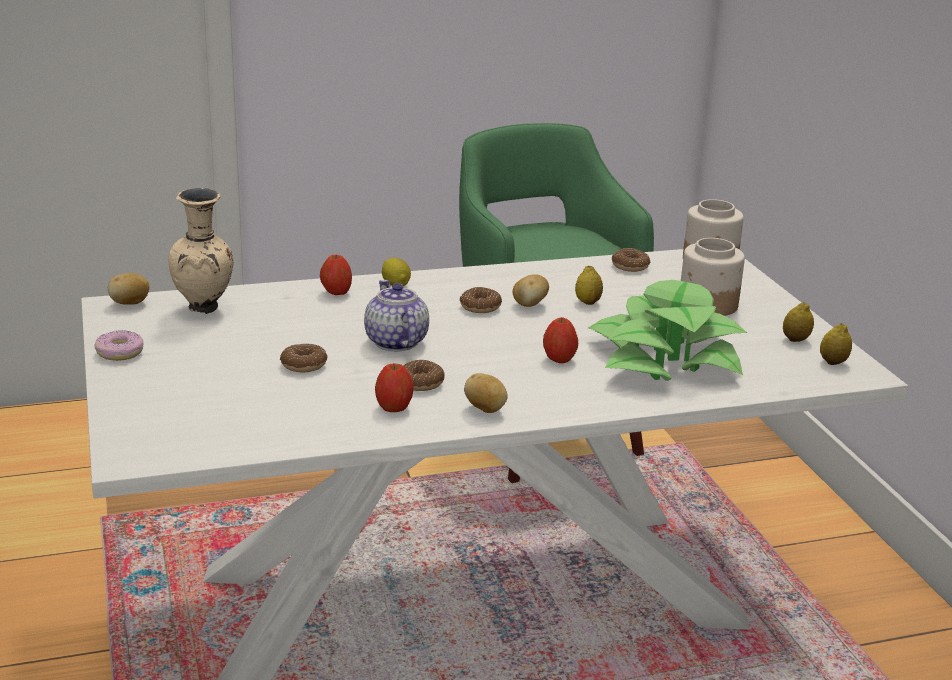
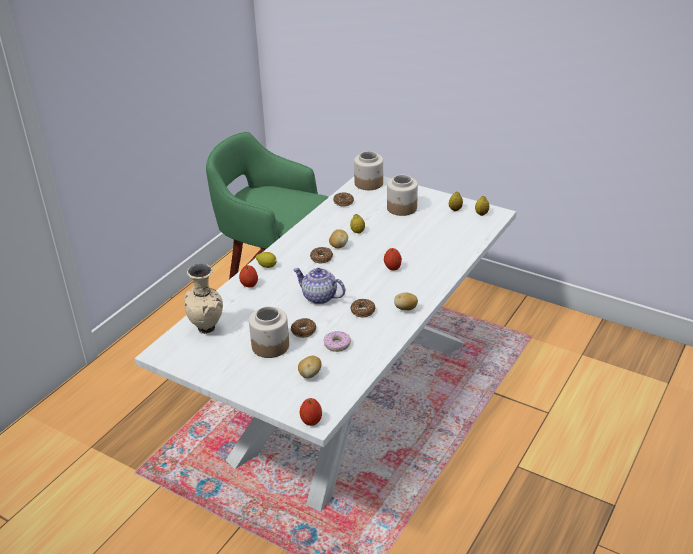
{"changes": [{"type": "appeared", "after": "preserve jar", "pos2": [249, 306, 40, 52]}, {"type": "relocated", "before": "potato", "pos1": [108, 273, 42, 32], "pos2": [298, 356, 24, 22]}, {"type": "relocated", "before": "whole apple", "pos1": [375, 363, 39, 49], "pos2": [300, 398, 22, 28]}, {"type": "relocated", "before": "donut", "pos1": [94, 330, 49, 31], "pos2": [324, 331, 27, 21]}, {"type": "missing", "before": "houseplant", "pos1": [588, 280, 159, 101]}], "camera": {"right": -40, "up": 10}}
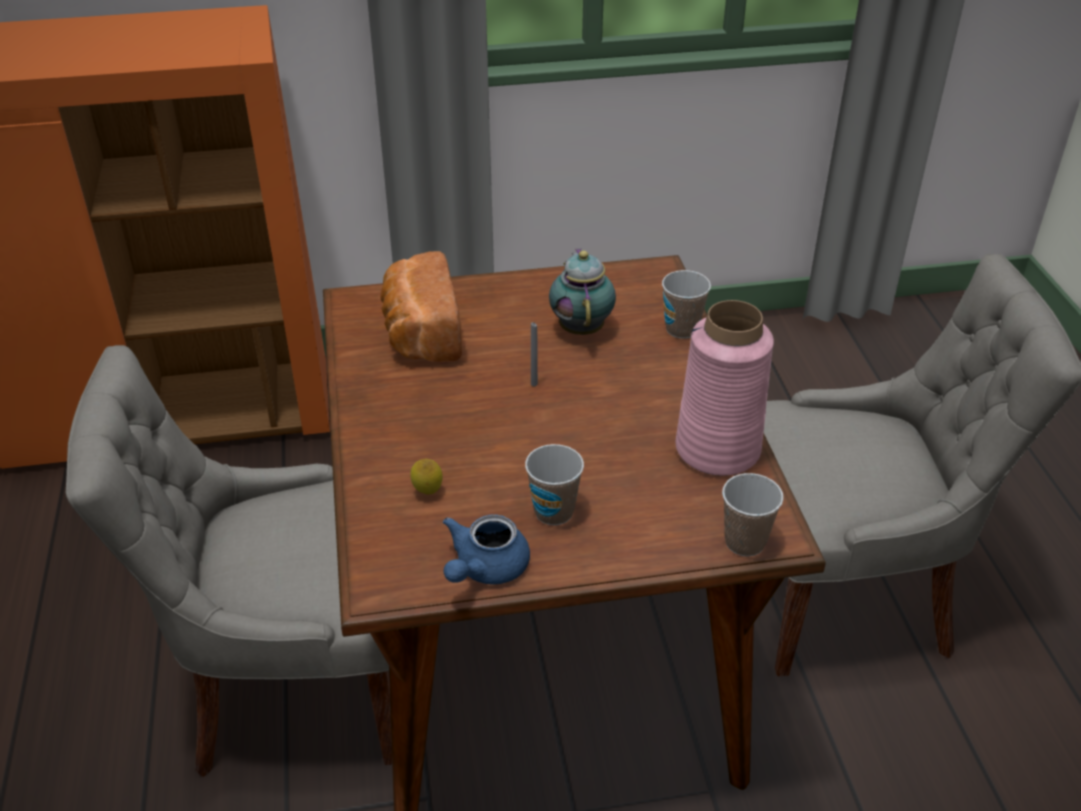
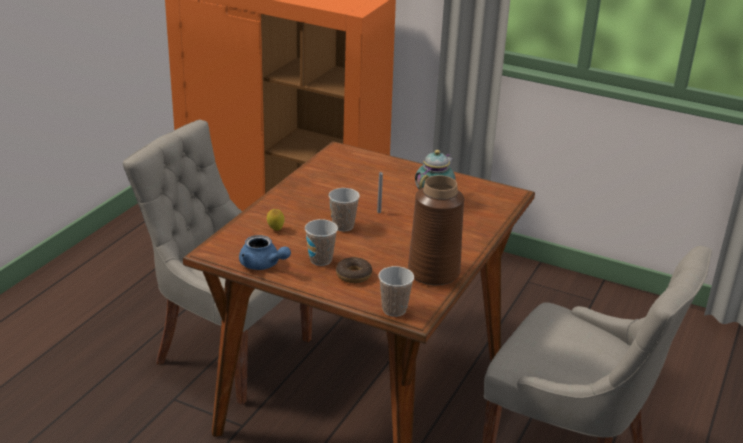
{"changes": [{"type": "spun", "before": "blue-coloured tea pot", "pos1": [443, 514, 87, 71], "pos2": [239, 235, 52, 35], "turn": -120}, {"type": "relocated", "before": "drinking cup", "pos1": [662, 270, 49, 69], "pos2": [328, 188, 32, 43]}, {"type": "appeared", "after": "donut", "pos2": [336, 257, 36, 26]}, {"type": "colour", "before": "pink flower vase", "after": "brown flower vase", "pos1": [676, 300, 98, 176], "pos2": [408, 175, 56, 110]}, {"type": "missing", "before": "bakery bread", "pos1": [380, 251, 82, 111]}], "camera": {"right": 35, "up": -10}}
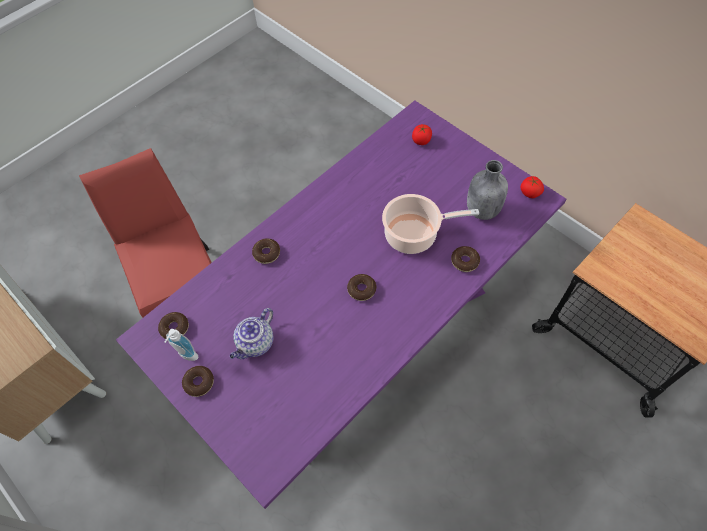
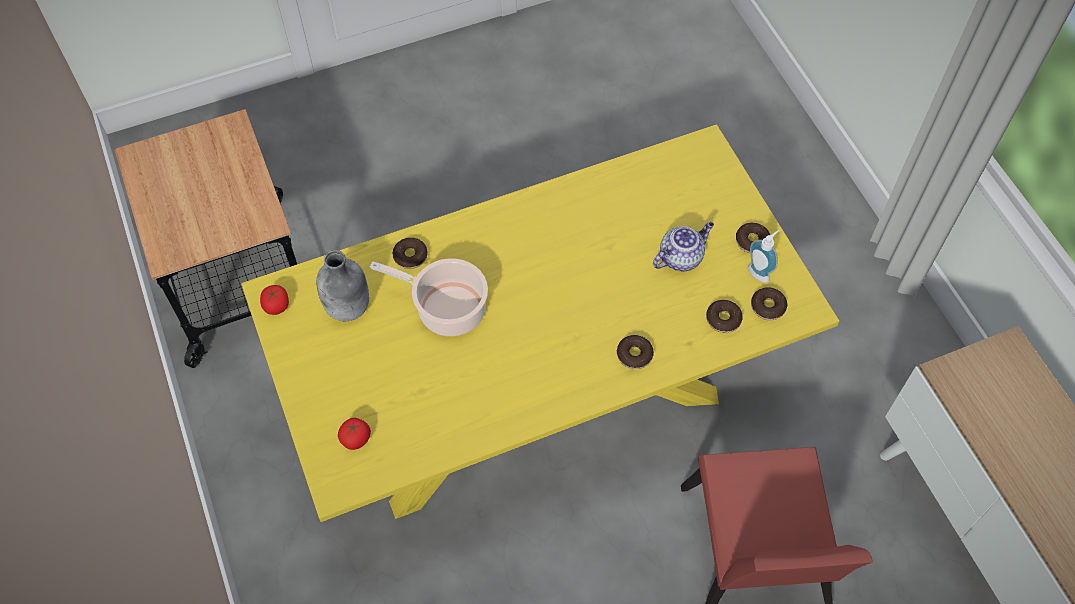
{"changes": [{"type": "colour", "before": "purplish dinner table", "after": "yellow dinner table", "pos1": [116, 100, 450, 409], "pos2": [241, 124, 598, 398]}, {"type": "relocated", "before": "donut", "pos1": [347, 274, 29, 27], "pos2": [706, 300, 37, 33]}], "camera": {"right": -160, "up": 0}}
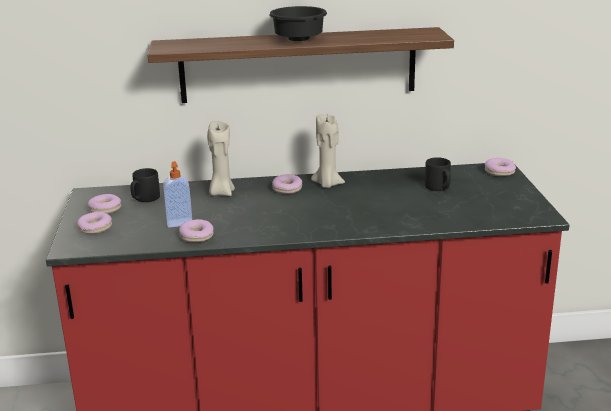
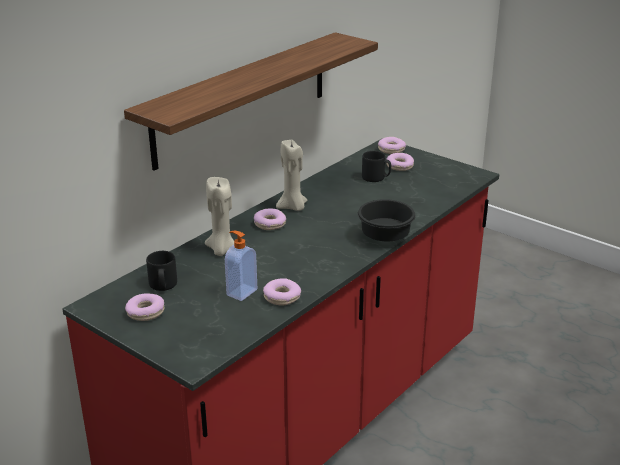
{"changes": [{"type": "relocated", "before": "black-coloured deep dish", "pos1": [269, 6, 58, 35], "pos2": [358, 199, 57, 42]}, {"type": "relocated", "before": "donut", "pos1": [77, 212, 35, 22], "pos2": [386, 153, 28, 18]}], "camera": {"right": -45, "up": 5}}
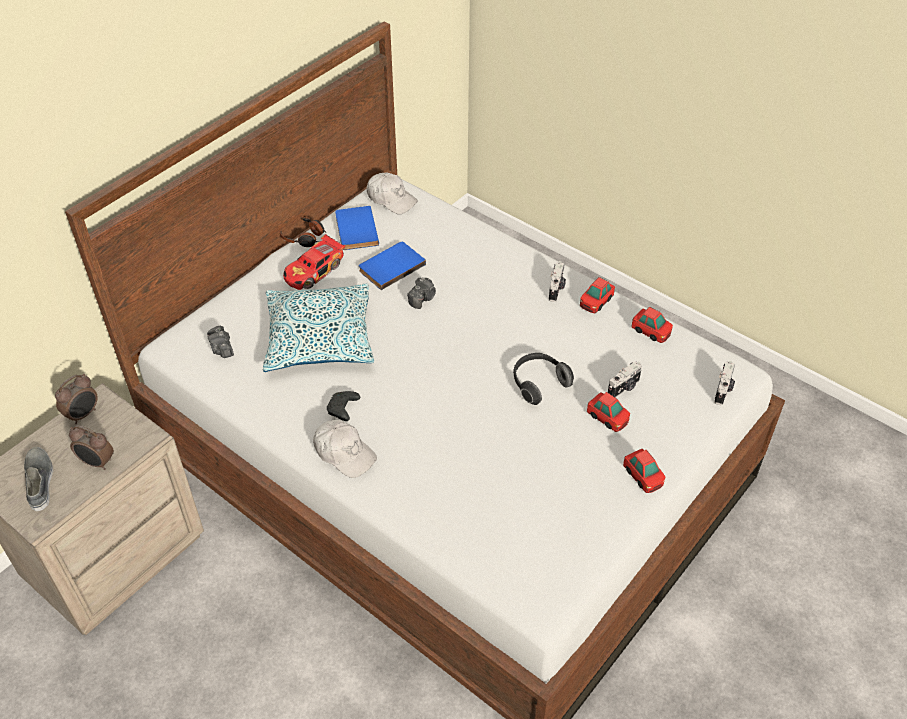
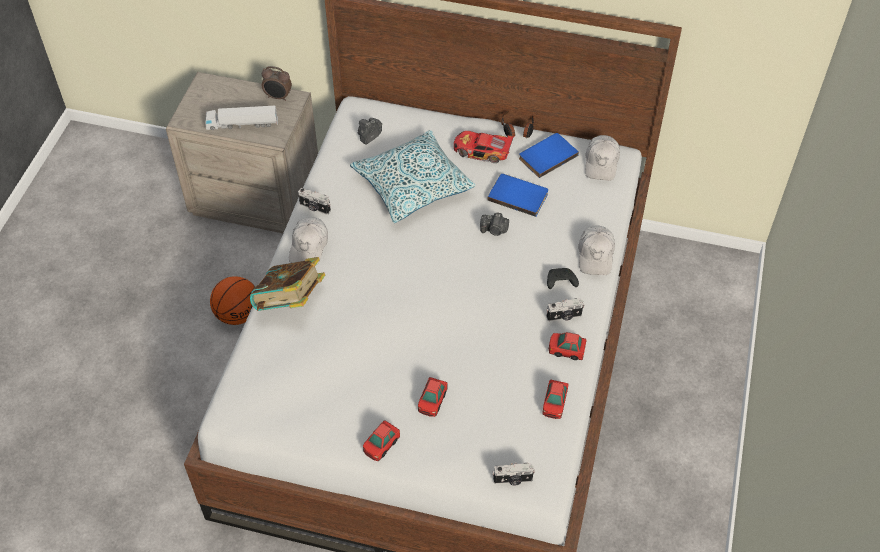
{"changes": [{"type": "exchanged", "before": "table clock", "after": "model truck", "pos1": [69, 425, 45, 45], "pos2": [205, 105, 73, 25]}, {"type": "appeared", "after": "basketball ball", "pos2": [210, 276, 45, 49]}, {"type": "appeared", "after": "volume", "pos2": [250, 257, 75, 54]}, {"type": "relocated", "before": "photo camera", "pos1": [608, 361, 34, 37], "pos2": [298, 188, 33, 27]}, {"type": "relocated", "before": "black-coloured joypad", "pos1": [327, 391, 33, 30], "pos2": [547, 268, 32, 21]}, {"type": "appeared", "after": "whitish cap", "pos2": [578, 225, 37, 50]}, {"type": "missing", "before": "greyish item of footwear", "pos1": [24, 447, 29, 64]}, {"type": "missing", "before": "headset", "pos1": [513, 353, 61, 52]}], "camera": {"right": 65, "up": 5}}
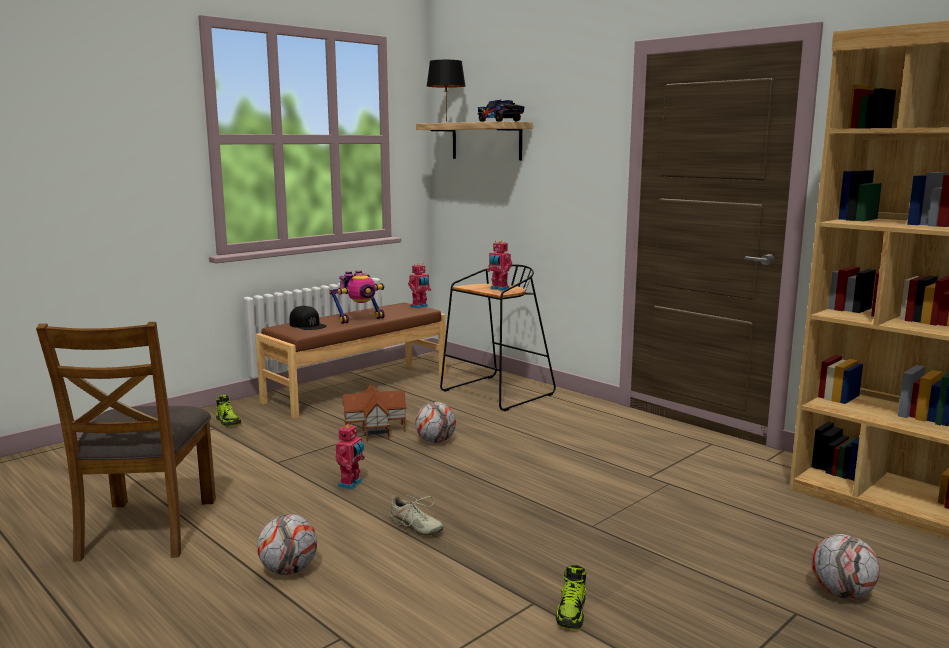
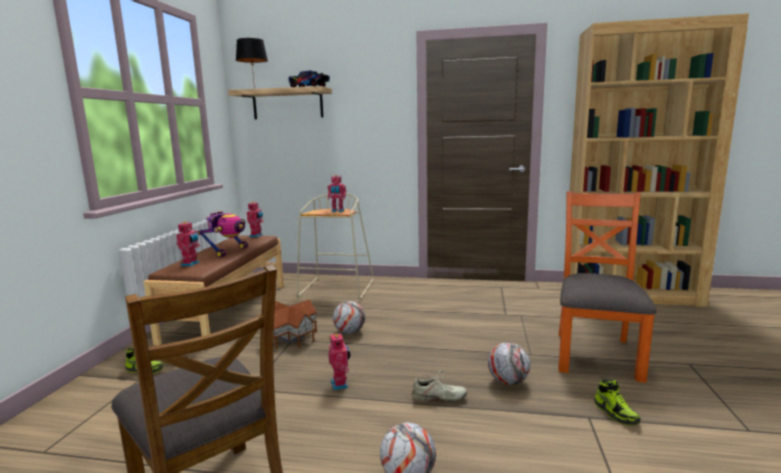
{"changes": [{"type": "exchanged", "before": "black-coloured cap", "after": "robot figure", "pos1": [290, 306, 37, 24], "pos2": [176, 221, 24, 45]}, {"type": "colour", "before": "black-coloured sitting stool", "after": "beige-coloured sitting stool", "pos1": [440, 264, 116, 147], "pos2": [297, 193, 76, 106]}, {"type": "relocated", "before": "football", "pos1": [811, 534, 69, 65], "pos2": [488, 342, 42, 43]}, {"type": "appeared", "after": "orange plain chair", "pos2": [558, 191, 99, 192]}], "camera": {"right": -35, "up": 0}}
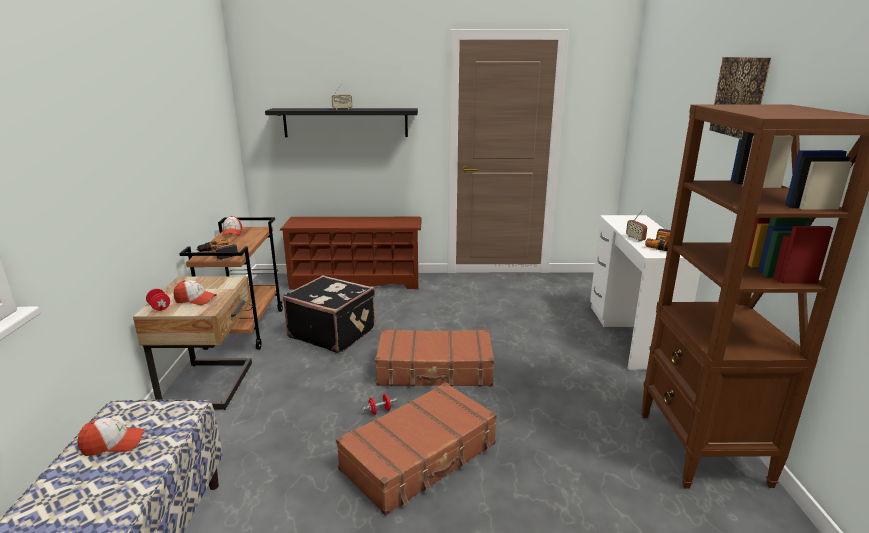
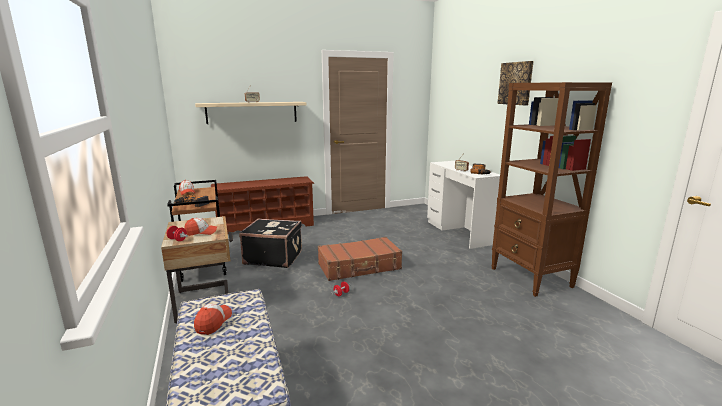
{"changes": [{"type": "spun", "before": "cap", "pos1": [77, 418, 68, 38], "pos2": [194, 304, 38, 31], "turn": -45}, {"type": "colour", "before": "black-coloured shelf", "after": "beige-coloured shelf", "pos1": [265, 108, 153, 29], "pos2": [195, 102, 112, 22]}, {"type": "missing", "before": "brown piece of luggage", "pos1": [336, 382, 161, 134]}], "camera": {"right": -20, "up": -5}}
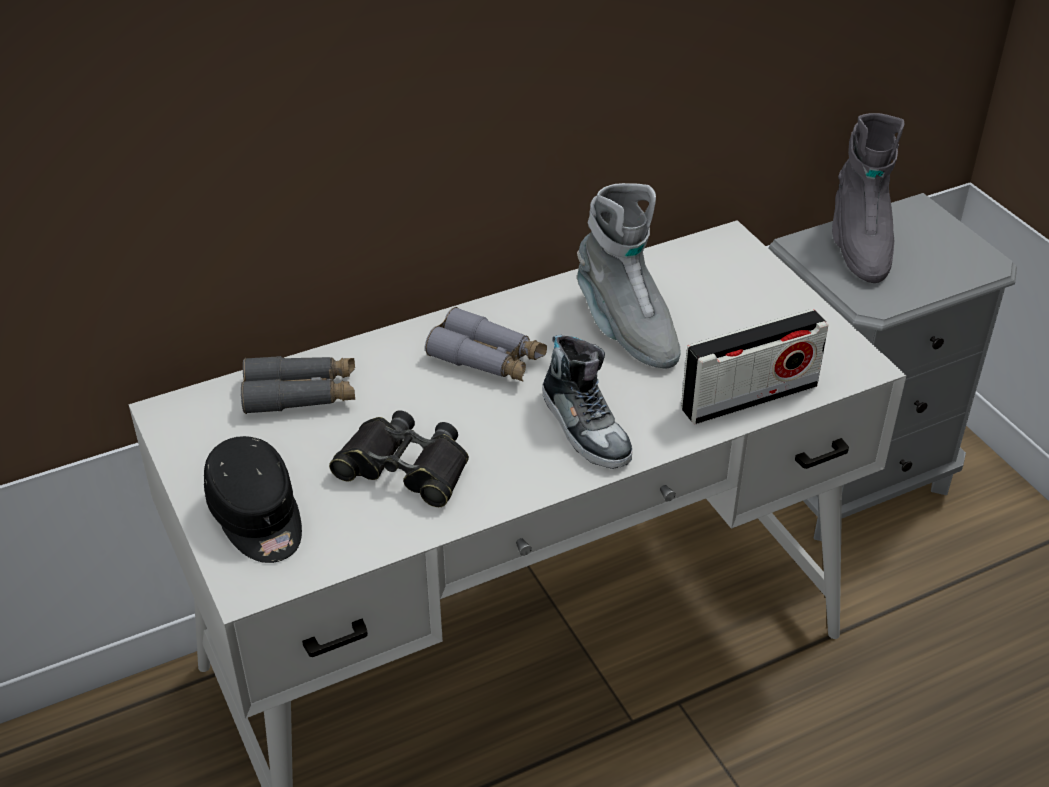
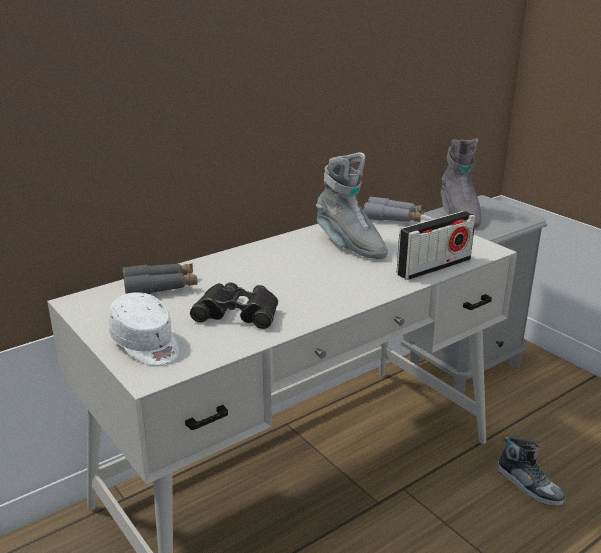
{"changes": [{"type": "colour", "before": "black-coloured cap", "after": "whitish cap", "pos1": [204, 436, 98, 127], "pos2": [109, 292, 70, 73]}, {"type": "relocated", "before": "greyish field glasses", "pos1": [425, 307, 122, 74], "pos2": [363, 196, 62, 26]}, {"type": "relocated", "before": "item of footwear", "pos1": [542, 334, 91, 135], "pos2": [498, 437, 67, 69]}], "camera": {"right": -10, "up": -15}}
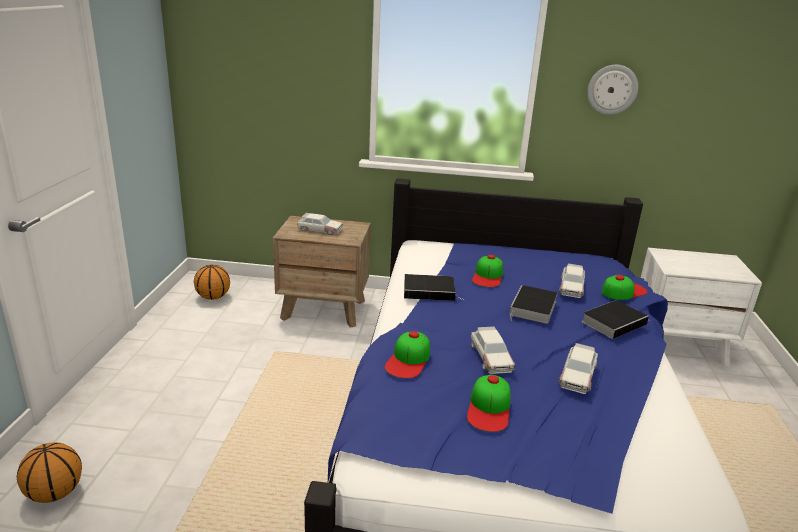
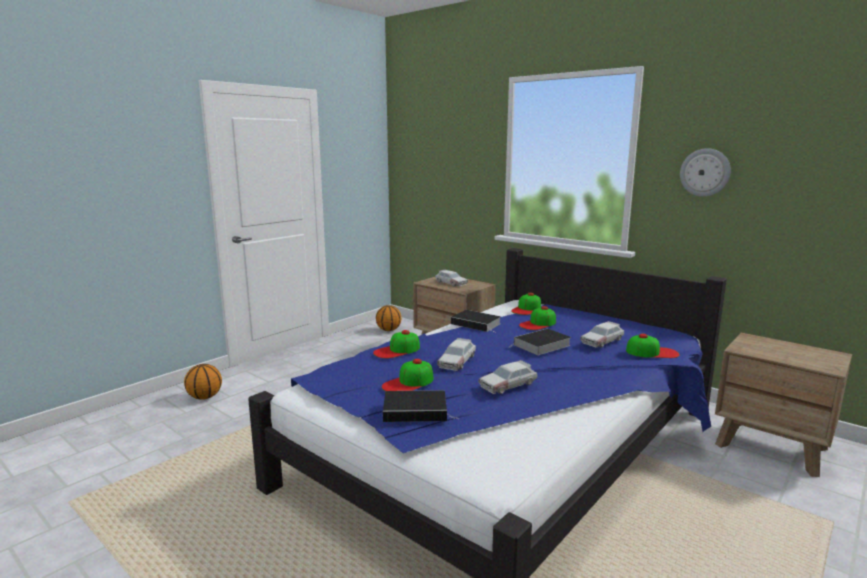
{"changes": [{"type": "relocated", "before": "volume", "pos1": [581, 300, 68, 39], "pos2": [383, 390, 73, 32]}, {"type": "appeared", "after": "cap", "pos2": [511, 293, 30, 22]}, {"type": "colour", "before": "whitish night table", "after": "brown night table", "pos1": [641, 248, 121, 119], "pos2": [715, 333, 137, 144]}], "camera": {"right": 35, "up": -10}}
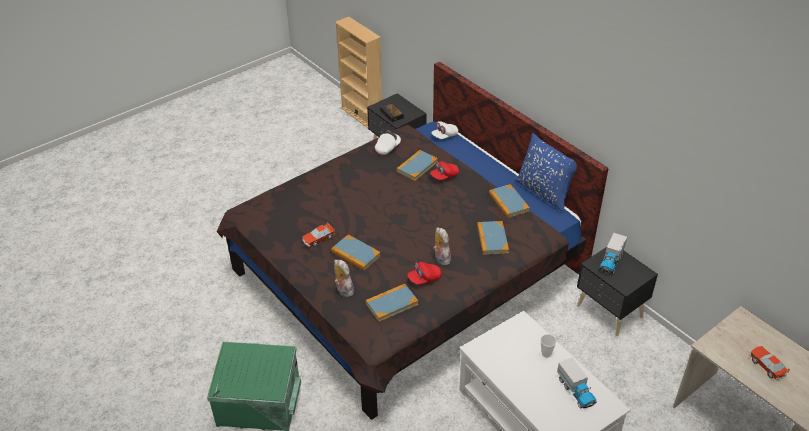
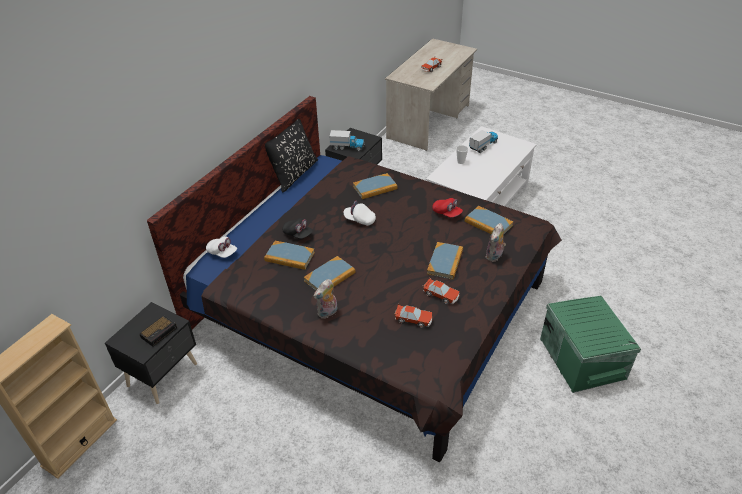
{"changes": [{"type": "colour", "before": "blue-coloured cushion", "after": "black-coloured cushion", "pos1": [514, 133, 63, 79], "pos2": [265, 119, 53, 73]}, {"type": "colour", "before": "reddish cap", "after": "black-coloured cap", "pos1": [430, 161, 29, 19], "pos2": [282, 218, 31, 21]}, {"type": "relocated", "before": "volume", "pos1": [489, 184, 41, 34], "pos2": [304, 256, 52, 34]}, {"type": "relocated", "before": "soft toy", "pos1": [433, 227, 18, 38], "pos2": [314, 279, 24, 39]}, {"type": "relocated", "before": "whitish cap", "pos1": [375, 130, 26, 25], "pos2": [344, 201, 32, 25]}, {"type": "appeared", "after": "model car", "pos2": [394, 304, 38, 24]}], "camera": {"right": -110, "up": 0}}
